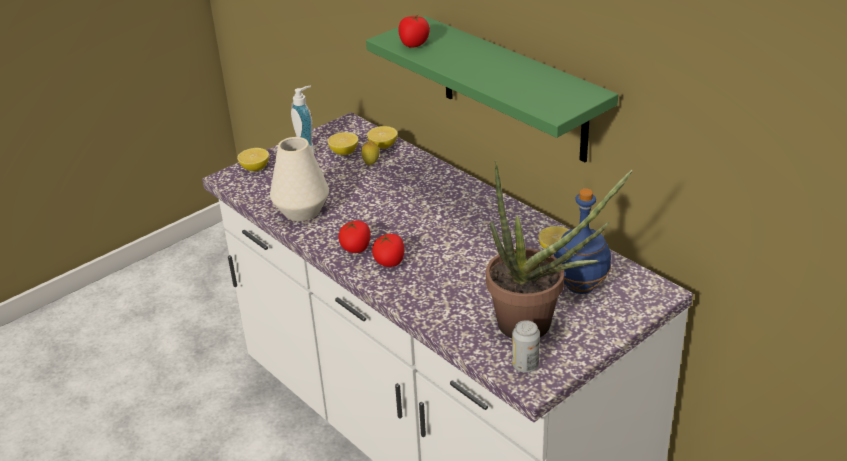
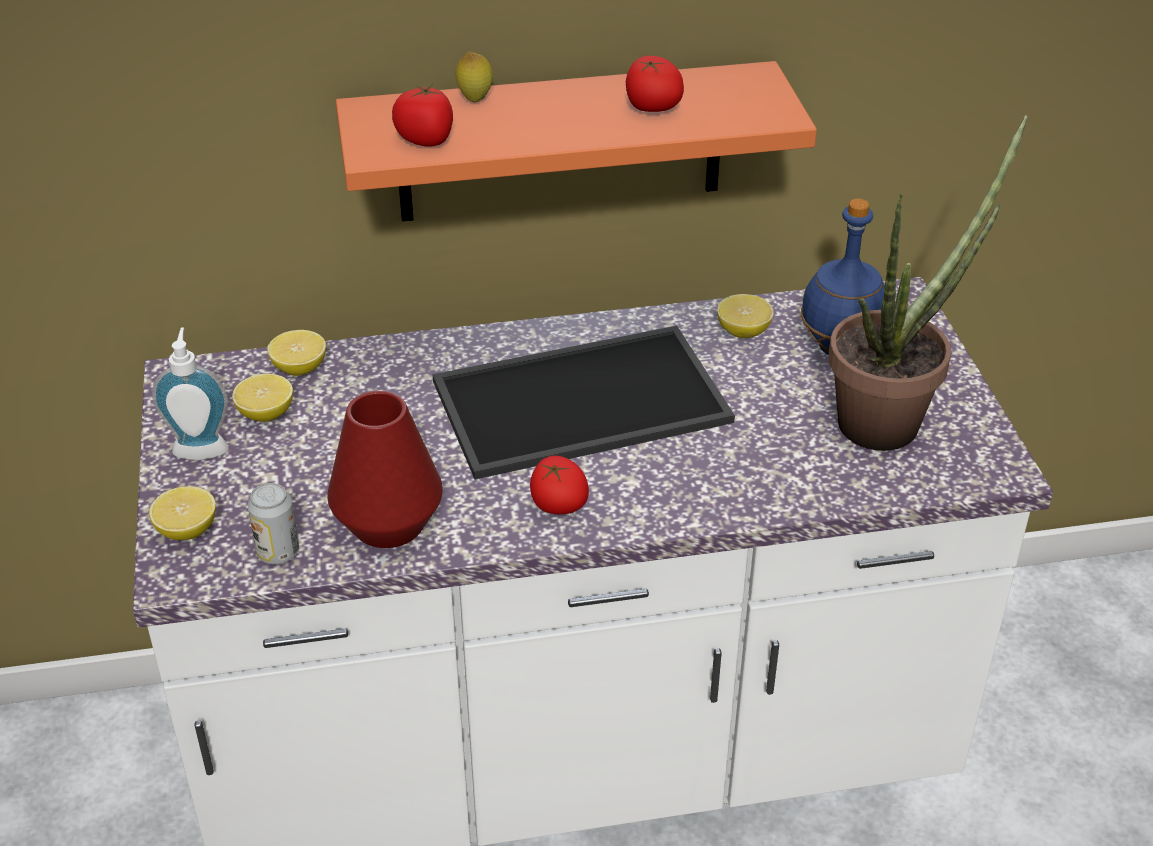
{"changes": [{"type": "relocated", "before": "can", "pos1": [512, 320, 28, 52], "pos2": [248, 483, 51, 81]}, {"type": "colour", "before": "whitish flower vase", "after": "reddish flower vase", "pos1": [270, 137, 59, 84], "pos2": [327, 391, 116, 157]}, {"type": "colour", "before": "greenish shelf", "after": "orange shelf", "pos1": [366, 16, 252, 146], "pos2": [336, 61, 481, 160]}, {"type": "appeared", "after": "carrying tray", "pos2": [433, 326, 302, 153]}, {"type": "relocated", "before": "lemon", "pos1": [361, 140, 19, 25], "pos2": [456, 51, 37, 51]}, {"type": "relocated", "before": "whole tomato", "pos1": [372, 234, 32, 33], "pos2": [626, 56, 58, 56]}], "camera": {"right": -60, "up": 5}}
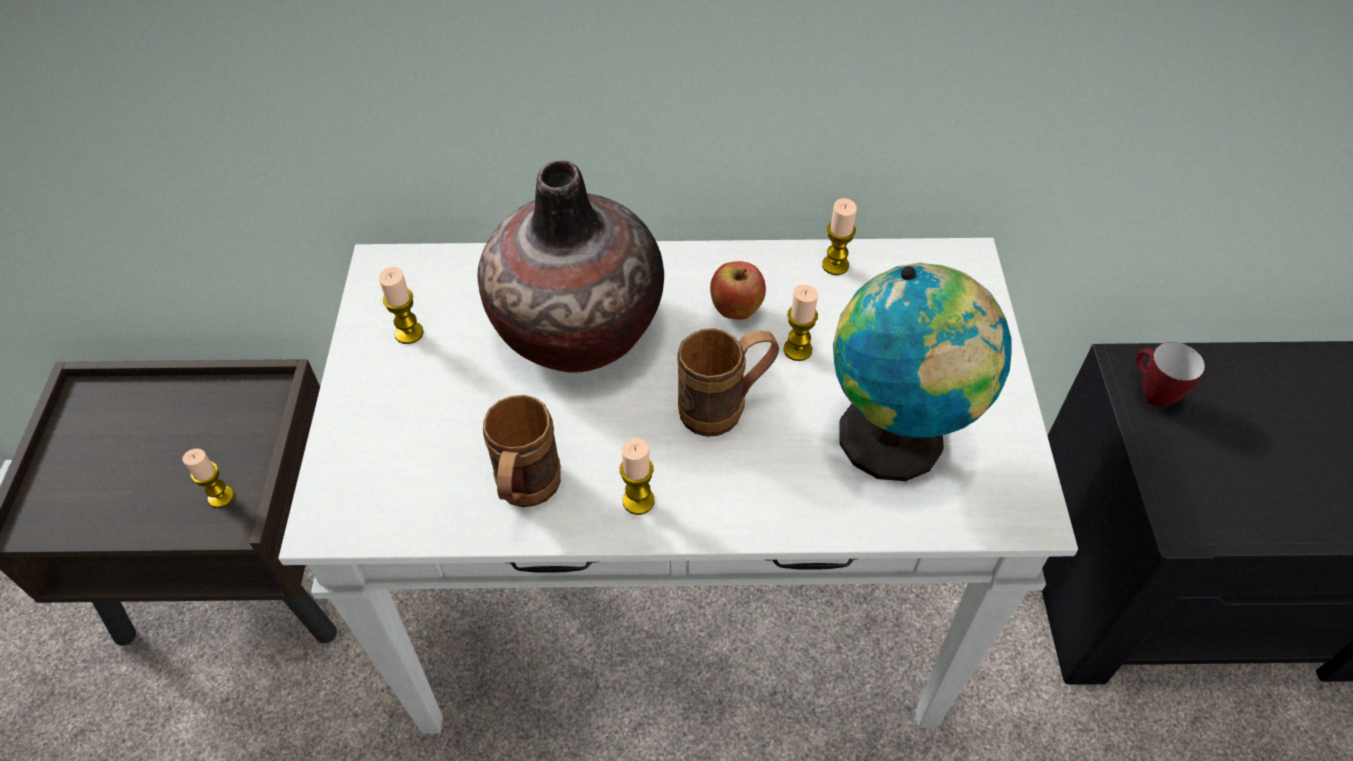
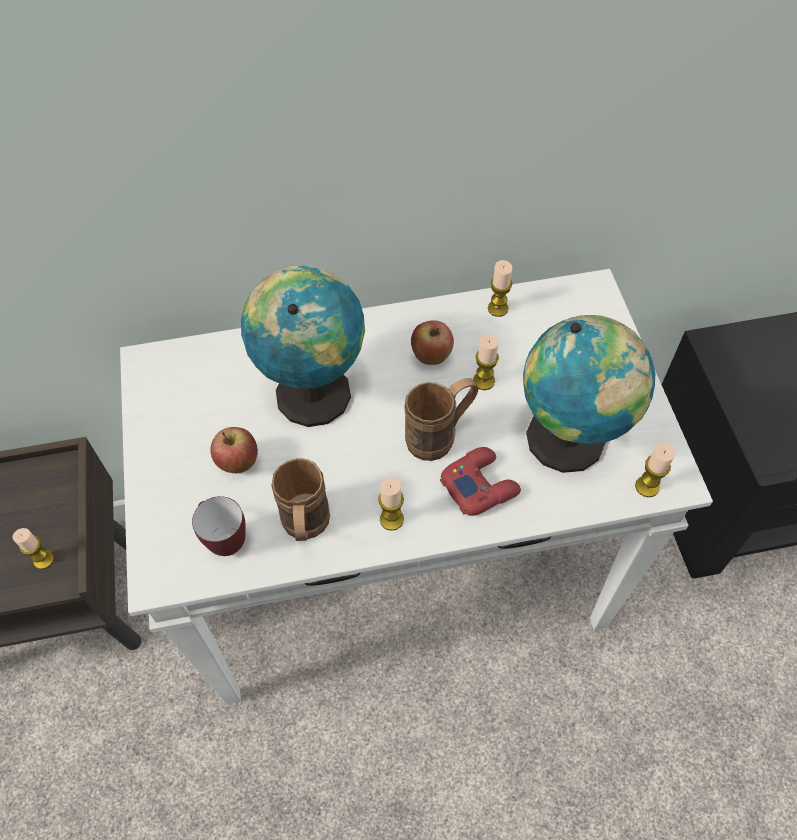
{"changes": [{"type": "relocated", "before": "tea mug", "pos1": [1136, 342, 69, 65], "pos2": [192, 496, 54, 60]}, {"type": "appeared", "after": "whole apple", "pos2": [210, 427, 48, 46]}, {"type": "exchanged", "before": "flower vase", "after": "desk globe", "pos1": [478, 160, 186, 213], "pos2": [241, 265, 124, 162]}, {"type": "appeared", "after": "reddish joypad", "pos2": [440, 447, 81, 69]}, {"type": "relocated", "before": "wax candle", "pos1": [379, 267, 45, 77], "pos2": [635, 443, 40, 54]}], "camera": {"right": -10, "up": 5}}
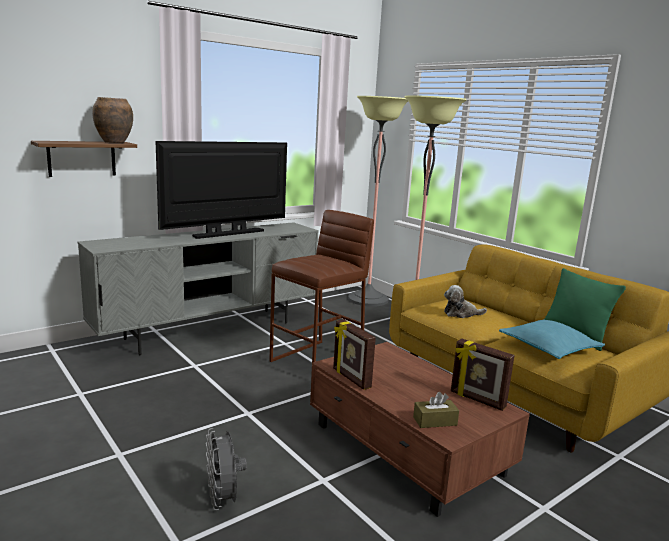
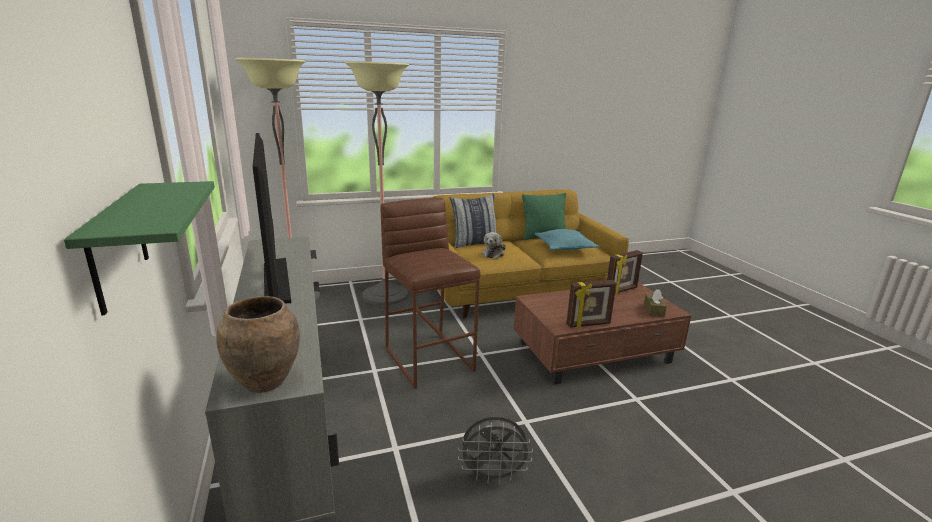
{"changes": [{"type": "colour", "before": "brown shelf", "after": "greenish shelf", "pos1": [31, 141, 106, 36], "pos2": [64, 181, 151, 135]}, {"type": "relocated", "before": "brown flower vase", "pos1": [92, 97, 41, 46], "pos2": [217, 296, 83, 97]}, {"type": "appeared", "after": "cushion", "pos2": [450, 194, 47, 54]}, {"type": "relocated", "before": "greyish fan", "pos1": [206, 428, 41, 82], "pos2": [458, 417, 75, 67]}], "camera": {"right": -70, "up": 5}}
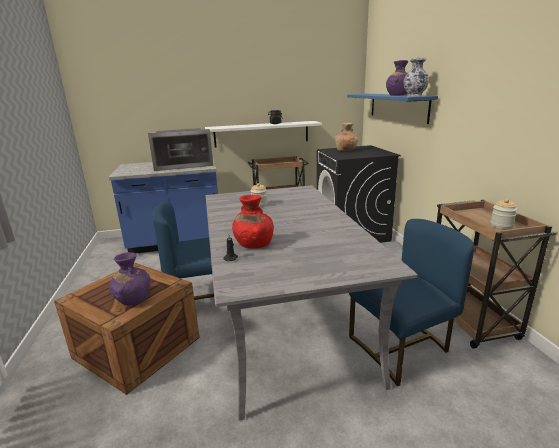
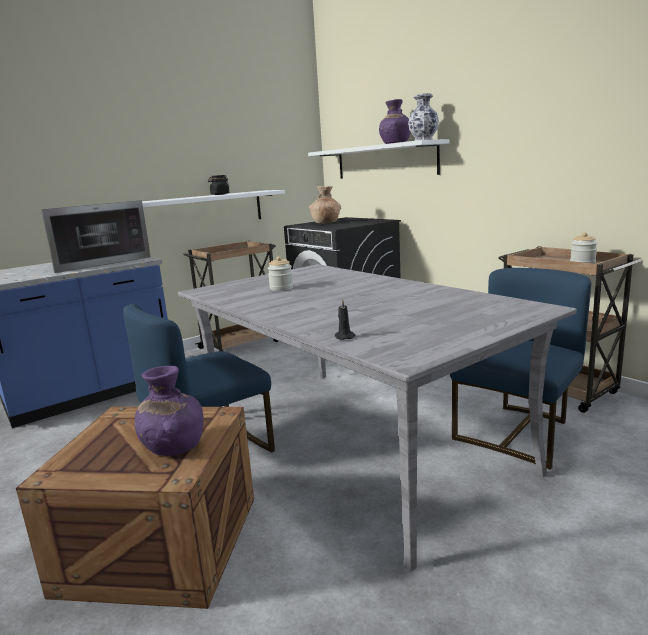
{"changes": [{"type": "colour", "before": "blue-coloured shelf", "after": "whitish shelf", "pos1": [347, 94, 91, 30], "pos2": [308, 139, 142, 40]}, {"type": "missing", "before": "reddish flower vase", "pos1": [232, 195, 42, 54]}], "camera": {"right": -25, "up": -5}}
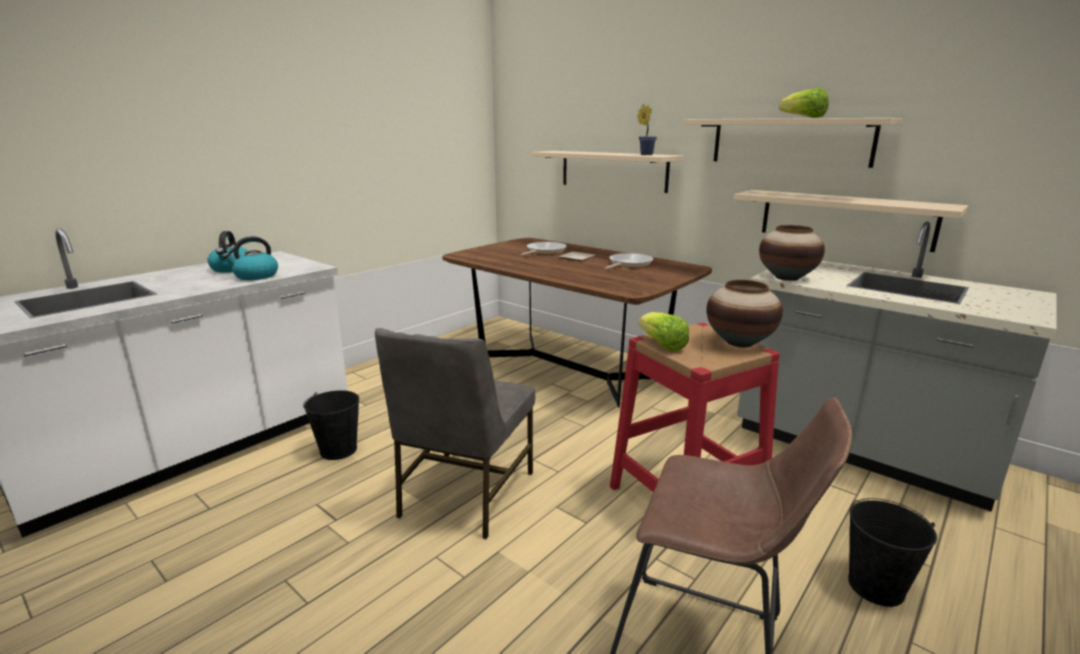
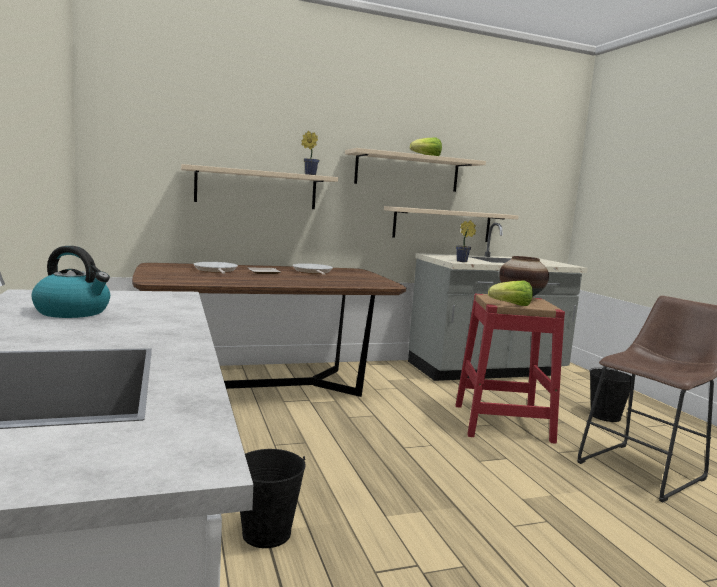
{"changes": [{"type": "exchanged", "before": "flower vase", "after": "houseplant", "pos1": [759, 225, 66, 56], "pos2": [456, 220, 20, 42]}, {"type": "missing", "before": "kettle", "pos1": [222, 236, 56, 44]}, {"type": "missing", "before": "greyish plain chair", "pos1": [375, 328, 160, 211]}], "camera": {"right": -60, "up": -10}}
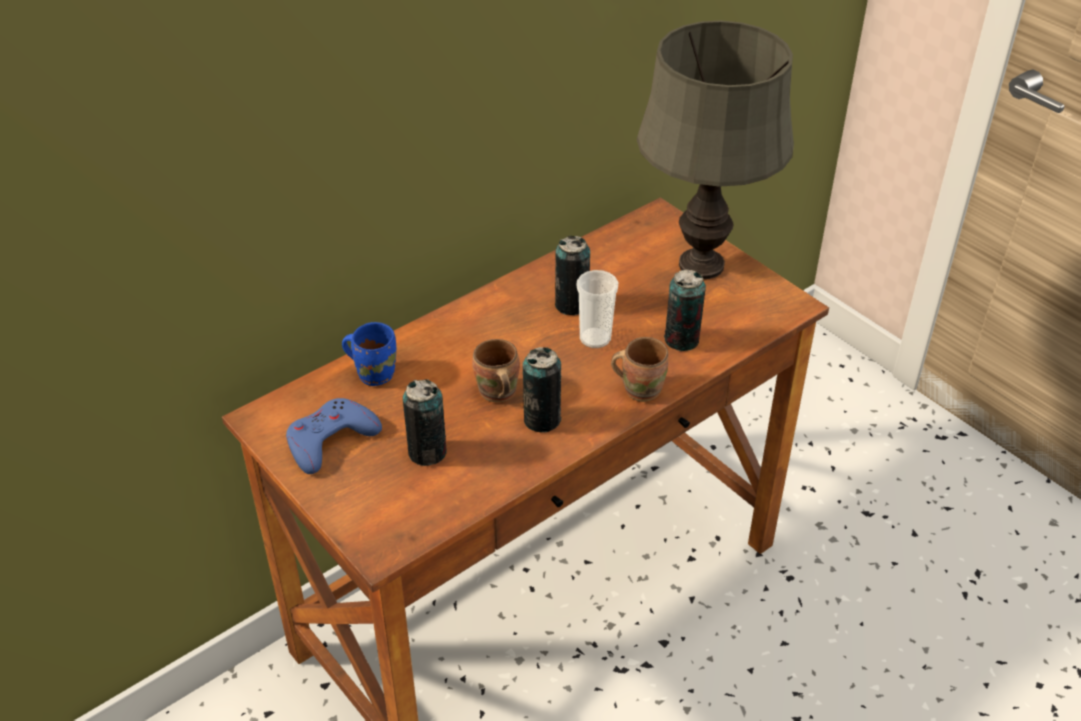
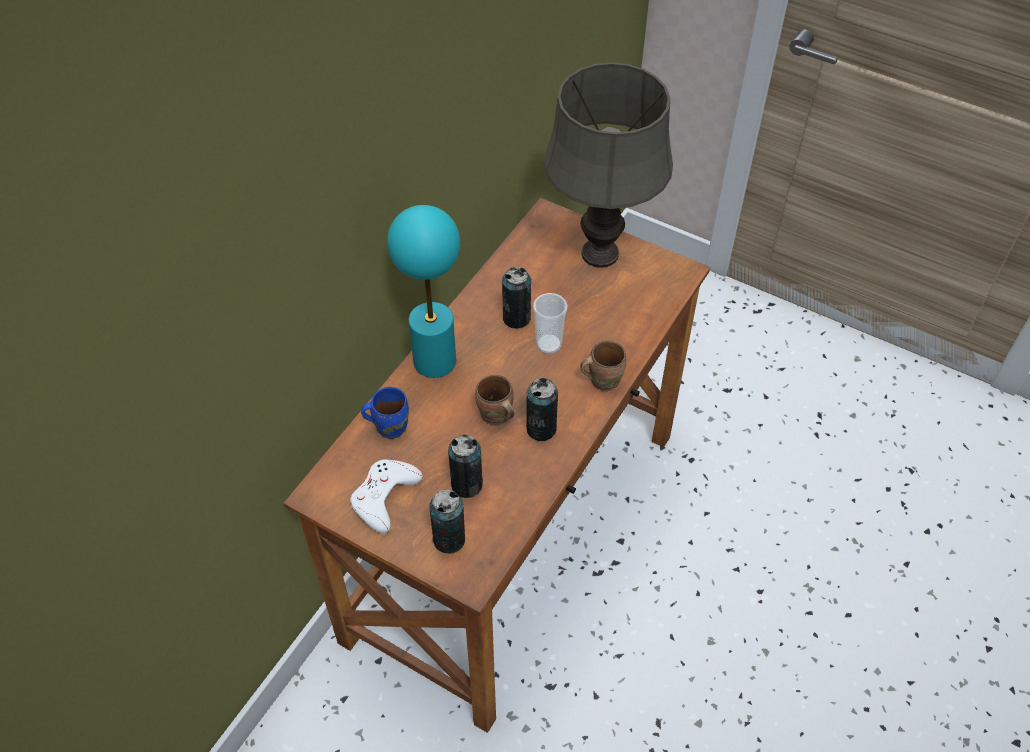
{"changes": [{"type": "colour", "before": "blue-coloured joypad", "after": "whitish joypad", "pos1": [286, 398, 96, 76], "pos2": [350, 459, 73, 75]}, {"type": "appeared", "after": "turquoise-coloured lamp for a table", "pos2": [387, 205, 73, 173]}, {"type": "relocated", "before": "can", "pos1": [664, 270, 42, 81], "pos2": [429, 490, 36, 64]}], "camera": {"right": -20, "up": 10}}
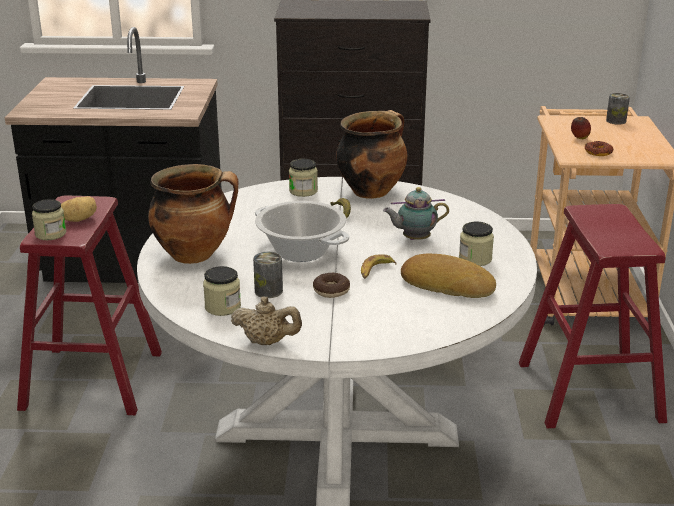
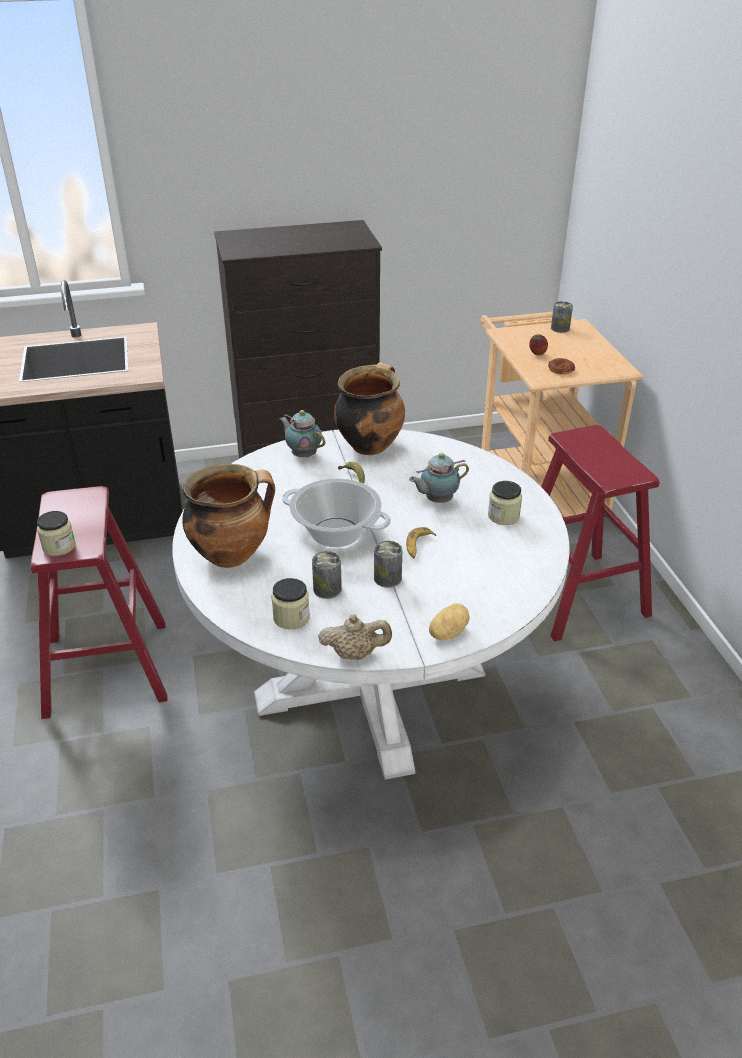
{"changes": [{"type": "exchanged", "before": "preserve jar", "after": "tea pot", "pos1": [289, 159, 29, 38], "pos2": [280, 410, 45, 48]}, {"type": "exchanged", "before": "donut", "after": "can", "pos1": [313, 273, 37, 25], "pos2": [374, 541, 28, 47]}, {"type": "relocated", "before": "potato", "pos1": [61, 196, 36, 26], "pos2": [429, 603, 40, 37]}, {"type": "missing", "before": "bakery bread", "pos1": [401, 253, 95, 45]}], "camera": {"right": -15, "up": 10}}
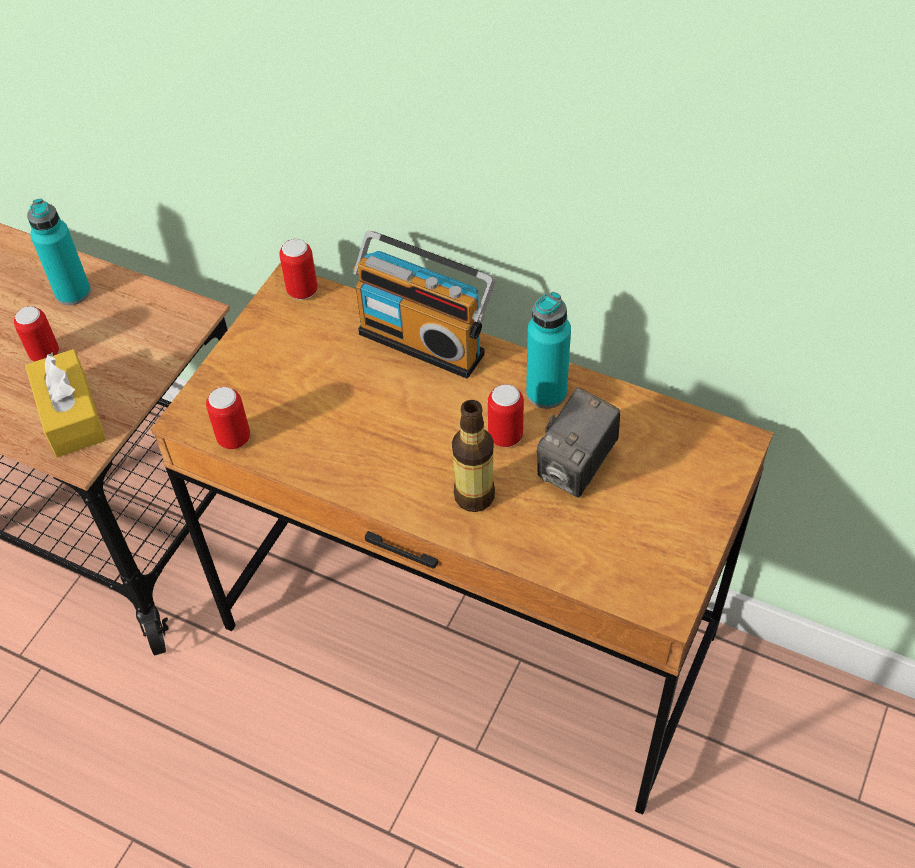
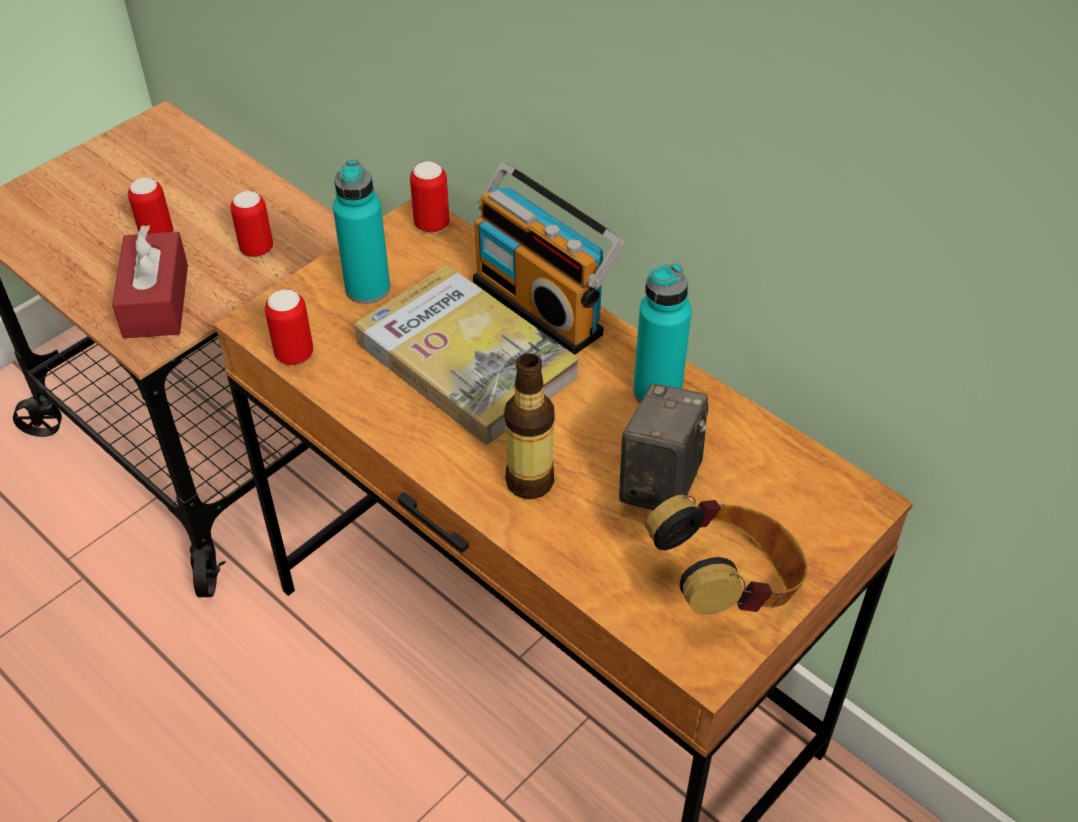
{"changes": [{"type": "colour", "before": "yellow box of tissues", "after": "reddish box of tissues", "pos1": [25, 349, 81, 108], "pos2": [112, 225, 76, 113]}, {"type": "relocated", "before": "can", "pos1": [488, 384, 36, 63], "pos2": [230, 191, 43, 66]}, {"type": "relocated", "before": "turquoise-coloured drink bottle", "pos1": [27, 199, 64, 106], "pos2": [333, 160, 57, 144]}, {"type": "appeared", "after": "volume", "pos2": [354, 265, 226, 180]}, {"type": "spun", "before": "photo camera", "pos1": [537, 387, 83, 111], "pos2": [619, 383, 89, 127], "turn": 150}, {"type": "appeared", "after": "headset", "pos2": [645, 495, 163, 120]}], "camera": {"right": 15, "up": -5}}
